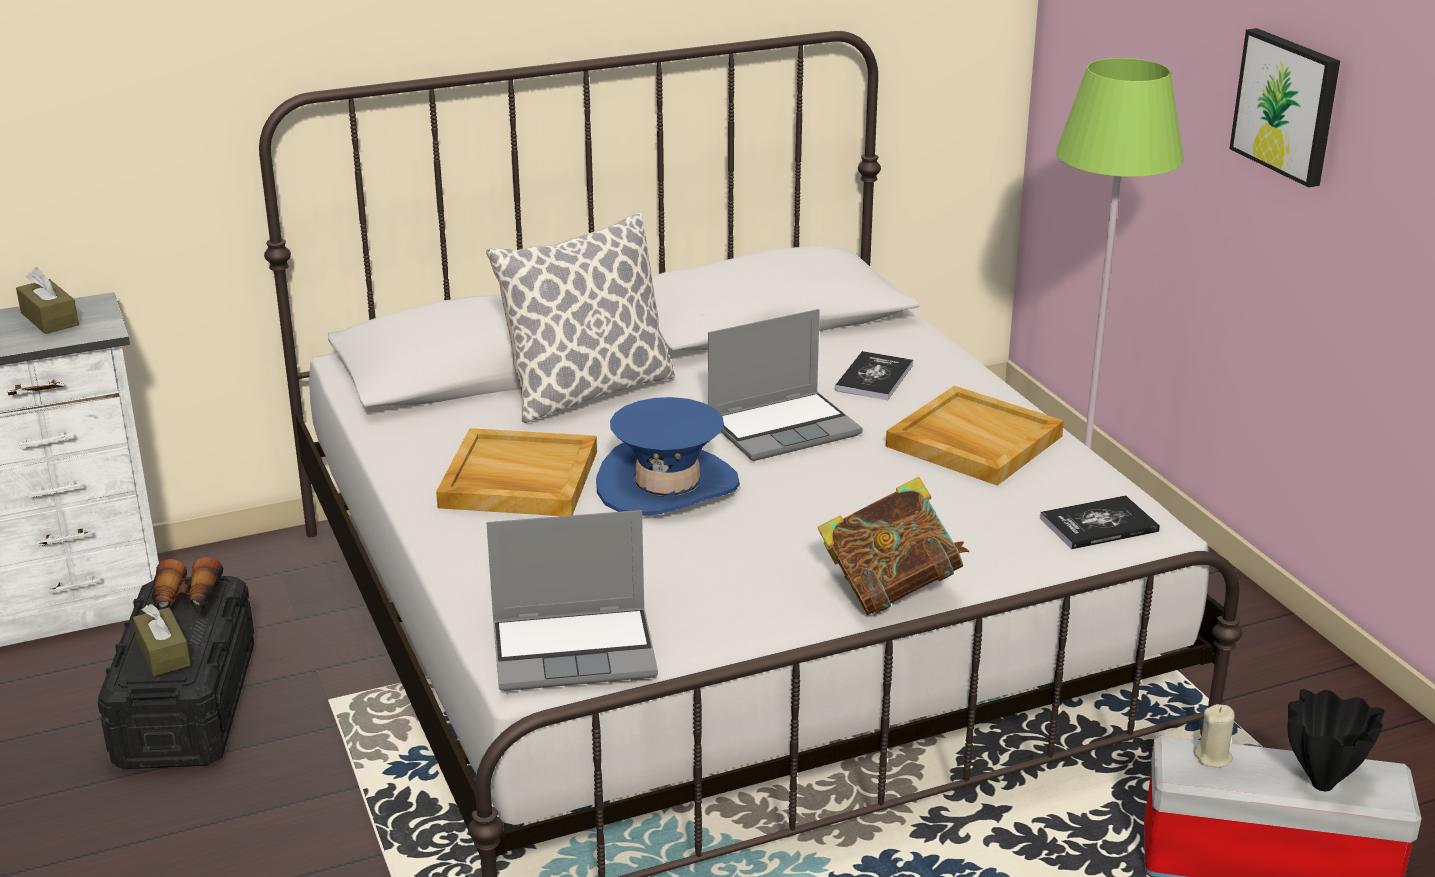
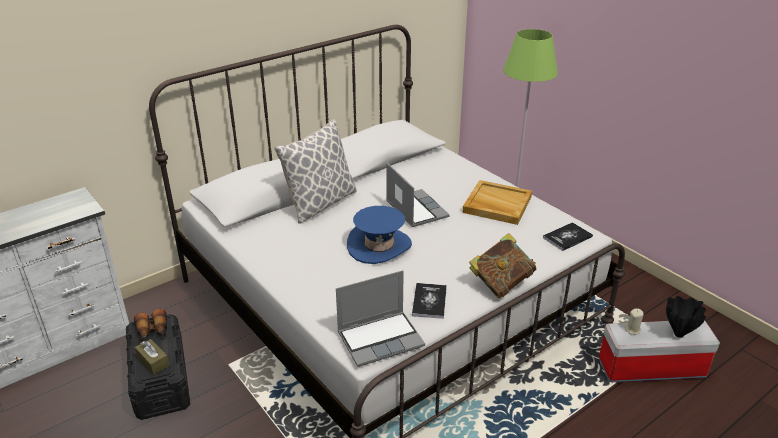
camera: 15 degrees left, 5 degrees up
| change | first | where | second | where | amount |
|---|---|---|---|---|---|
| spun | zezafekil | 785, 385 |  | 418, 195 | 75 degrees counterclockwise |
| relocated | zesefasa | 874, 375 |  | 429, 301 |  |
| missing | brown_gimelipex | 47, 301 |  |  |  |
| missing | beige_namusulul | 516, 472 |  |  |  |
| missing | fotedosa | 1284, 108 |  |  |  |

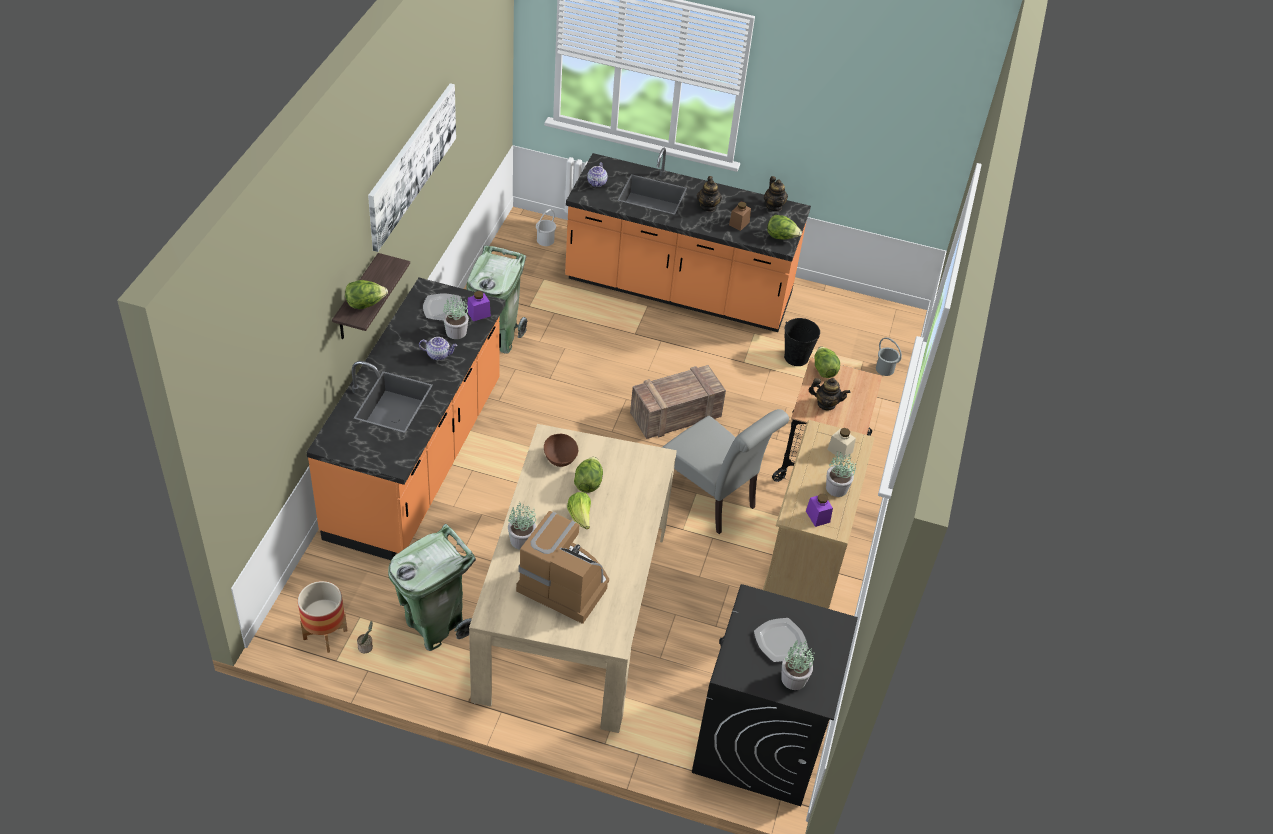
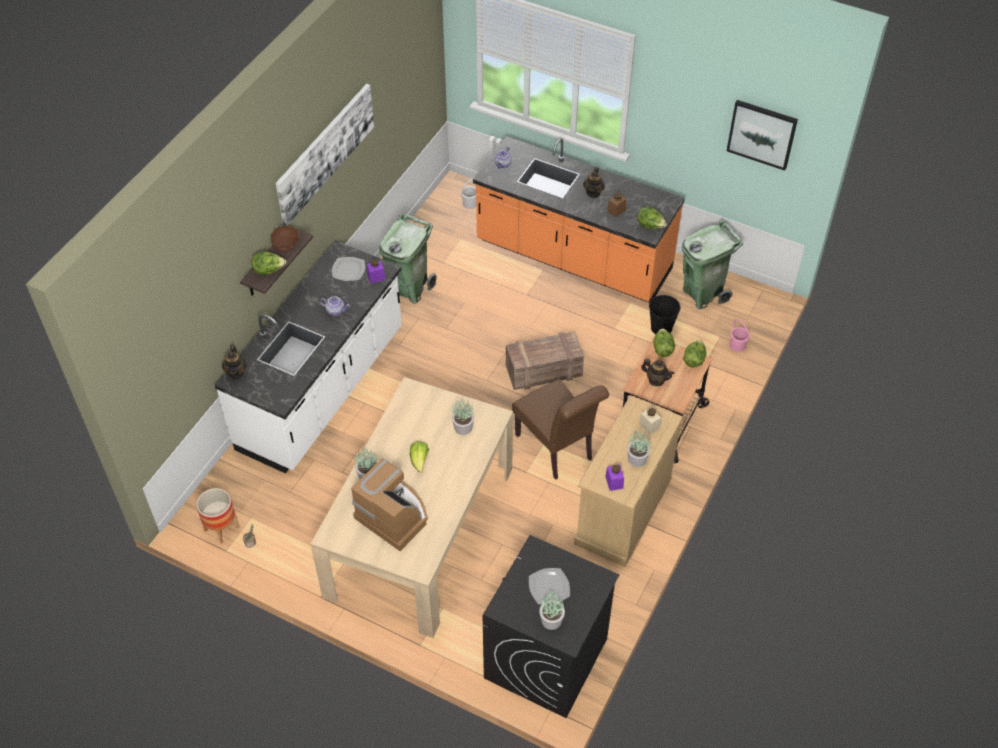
camera: 15 degrees right, 5 degrees up
| change | first | where | second | where | amount |
|---|---|---|---|---|---|
| colour | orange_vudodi | 406, 419 | white_vudodi | 308, 357 |  |
| relocated | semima | 776, 194 |  | 234, 362 |  |
| relocated | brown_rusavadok | 561, 450 |  | 285, 238 |  |
| relocated | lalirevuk | 456, 316 |  | 463, 417 |  |
| colour | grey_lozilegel | 725, 471 | brown_lozilegel | 560, 429 |  |
| relocated | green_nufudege | 432, 587 |  | 712, 264 |  |
| relocated | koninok | 588, 474 |  | 694, 354 |  |
| appeared |  |  | fotedosa | 762, 135 |  |
| colour | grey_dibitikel | 889, 357 | pink_dibitikel | 740, 335 |  |

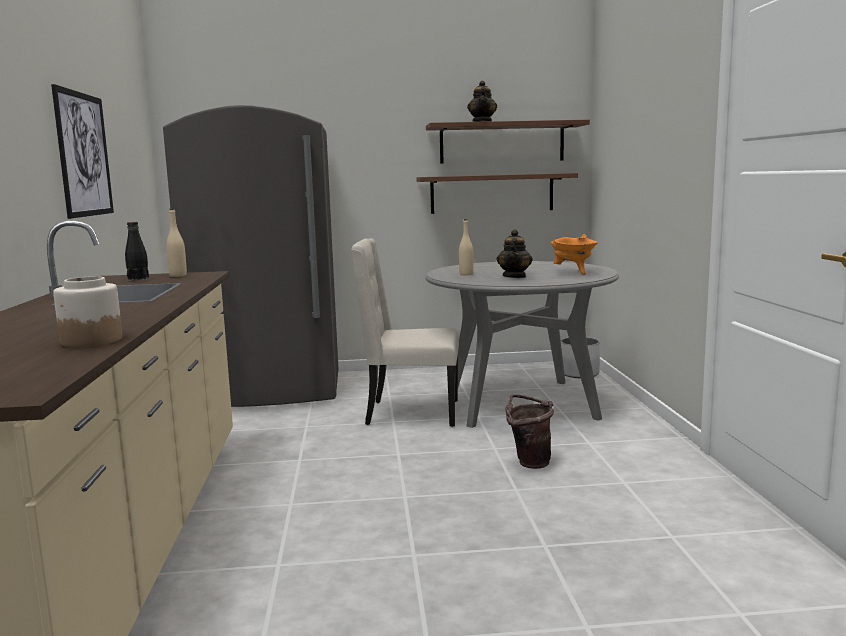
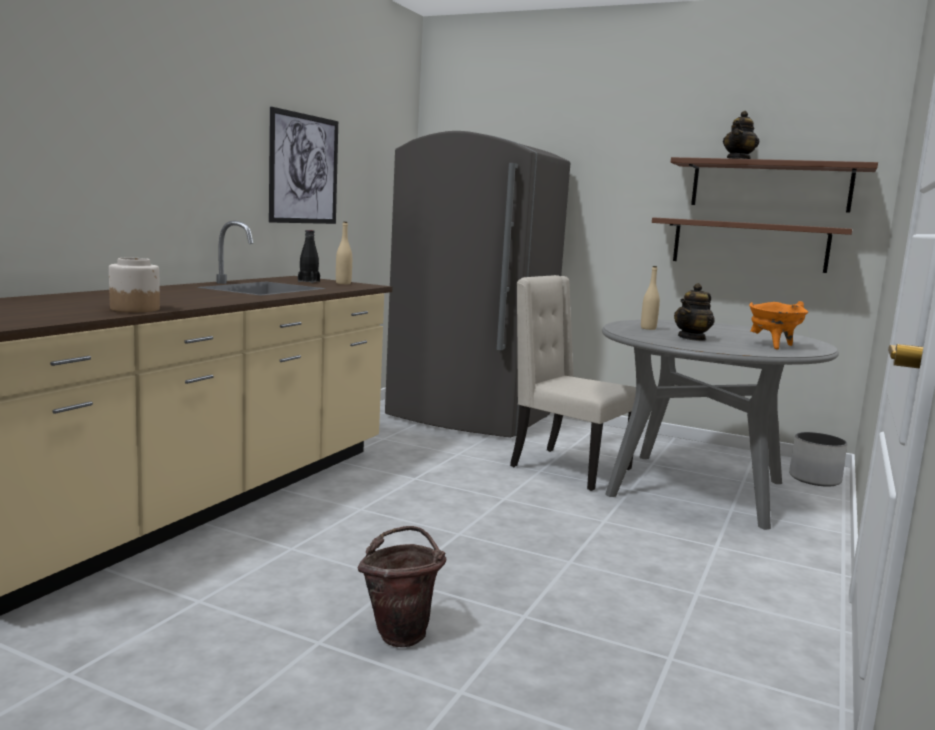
camera: 30 degrees right, 0 degrees up
| change | first | where | second | where | amount |
|---|---|---|---|---|---|
| relocated | brown_dibitikel | 530, 431 |  | 401, 586 |  |

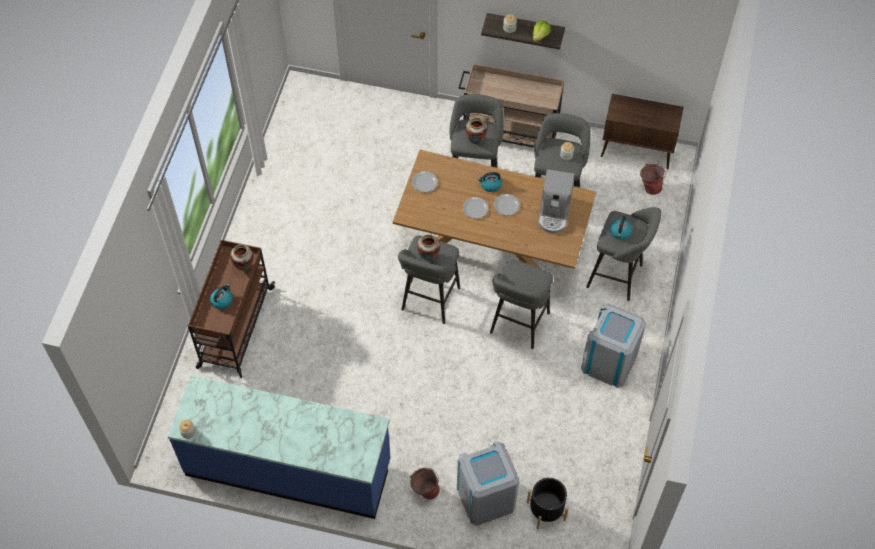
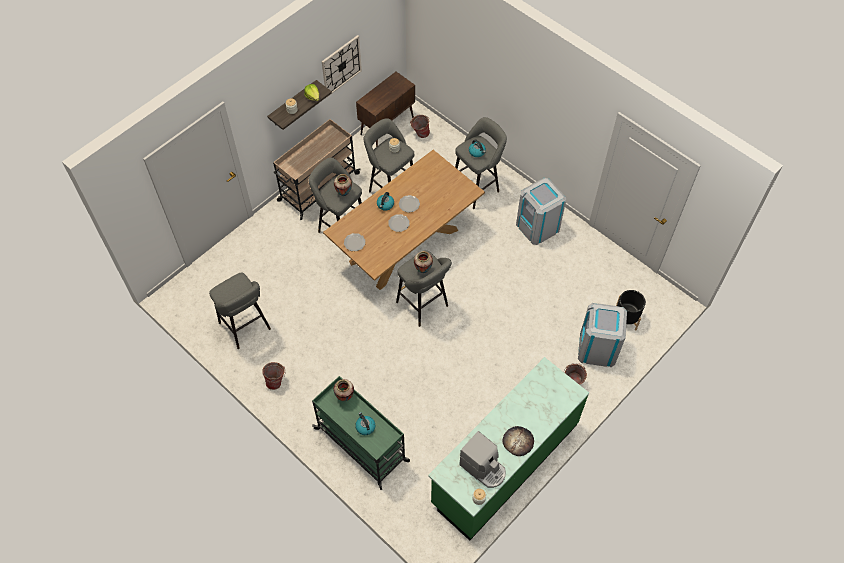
camera: 60 degrees left, 0 degrees up
| change | first | where | second | where | amount |
|---|---|---|---|---|---|
| relocated | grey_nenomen | 521, 304 |  | 240, 311 |  |
| appeared |  |  | dibitikel | 274, 376 |  |
| colour | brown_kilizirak | 231, 309 | green_kilizirak | 361, 433 |  |
| appeared |  |  | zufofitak | 342, 65 |  |
| colour | blue_vudodi | 279, 447 | green_vudodi | 508, 449 |  |
| relocated | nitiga | 556, 201 |  | 482, 459 |  |
| appeared |  |  | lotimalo | 518, 441 |  |

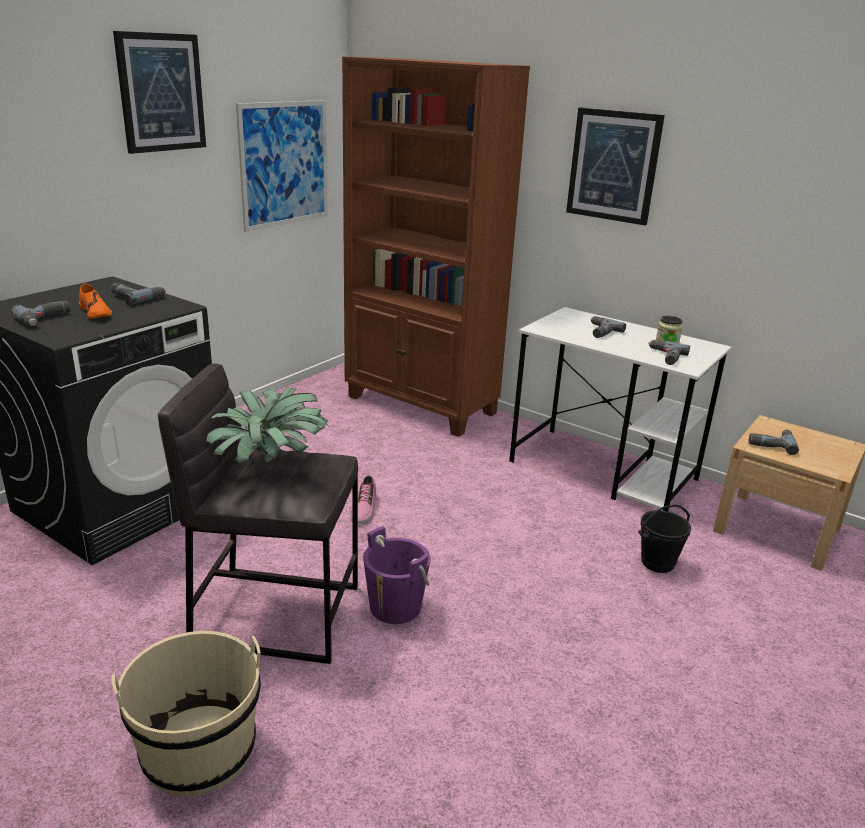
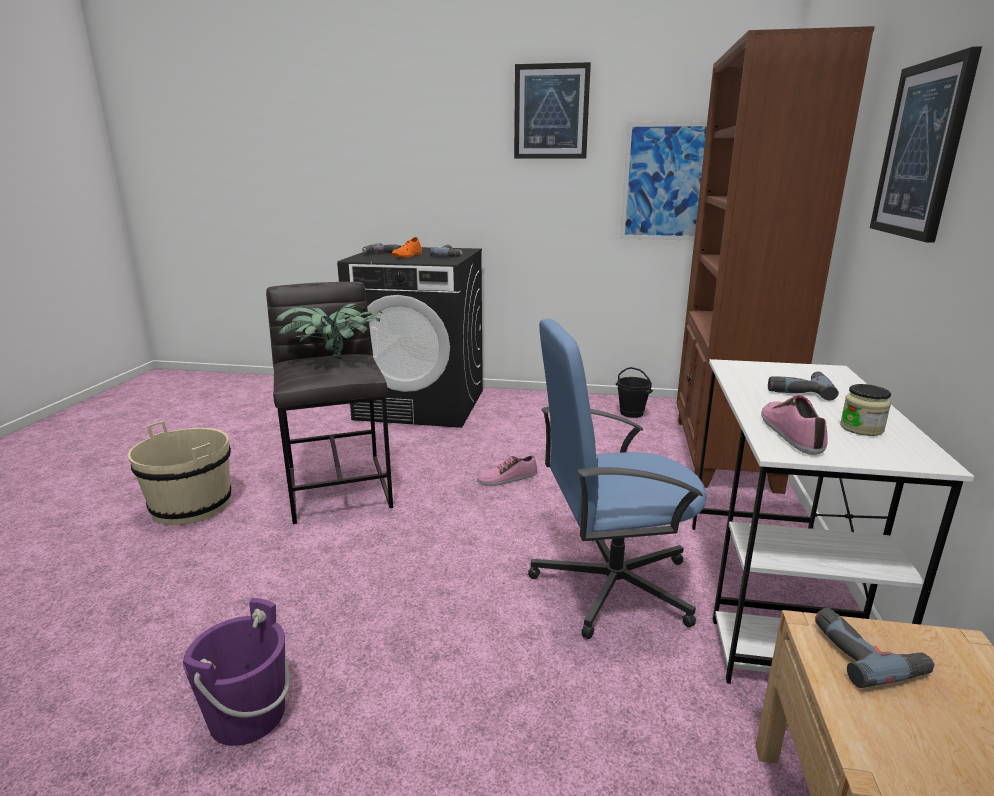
camera: 65 degrees right, 5 degrees down
| change | first | where | second | where | amount |
|---|---|---|---|---|---|
| relocated | purple_dibitikel | 396, 575 |  | 236, 672 |  |
| appeared |  |  | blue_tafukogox | 617, 478 |  |
| relocated | black_dibitikel | 664, 538 |  | 634, 392 |  |
| exchanged | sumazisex | 669, 352 | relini | 794, 425 |  |

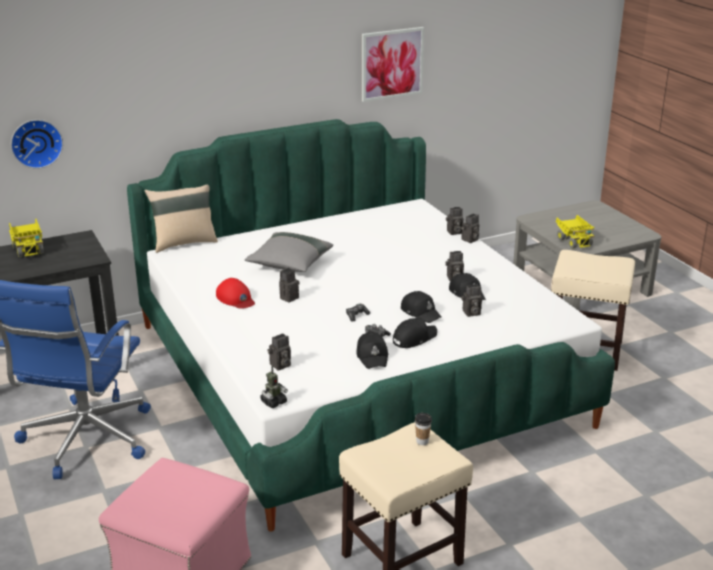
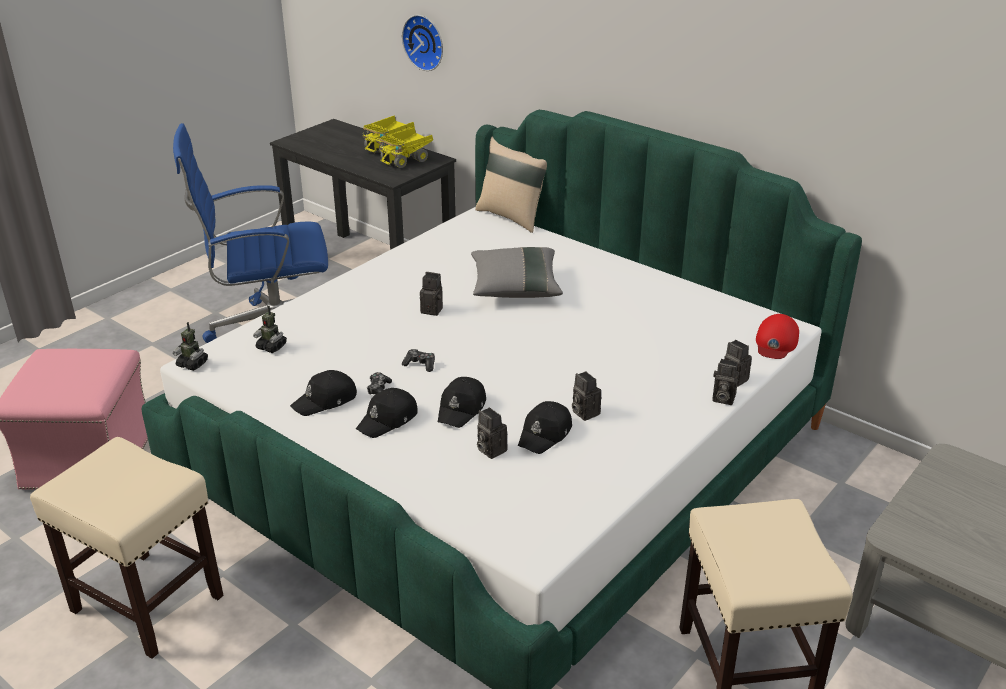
camera: 65 degrees right, 5 degrees up
| change | first | where | second | where | amount |
|---|---|---|---|---|---|
| exchanged | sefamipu | 279, 351 | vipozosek | 270, 329 |  |
| spun | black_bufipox | 415, 332 |  | 387, 413 | 105 degrees clockwise |
| relocated | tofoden | 575, 232 |  | 406, 147 |  |
| relocated | red_bufipox | 235, 293 |  | 777, 336 |  |
| missing | fotedosa | 393, 64 |  |  |  |
| missing | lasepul | 423, 429 |  |  |  |

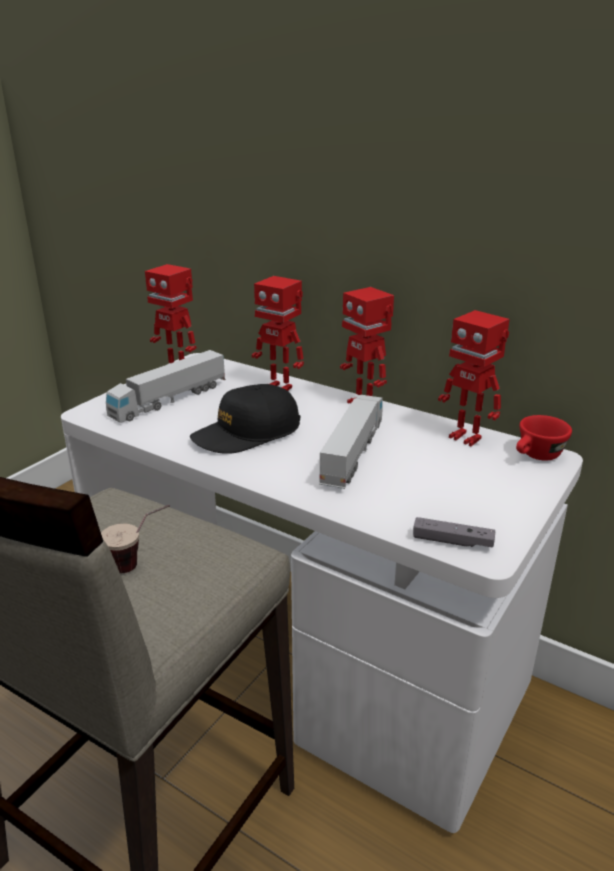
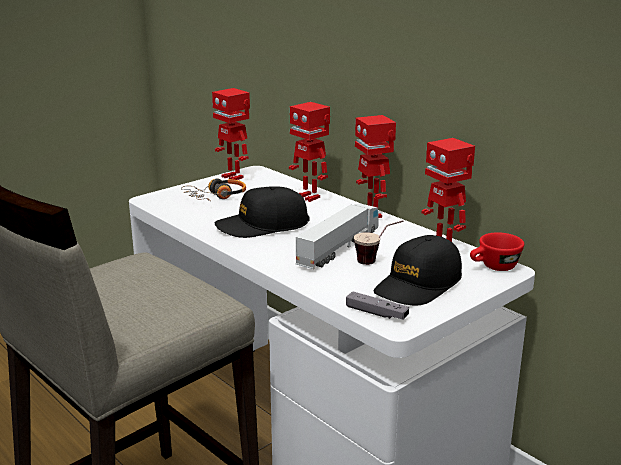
camera: 15 degrees right, 5 degrees down
| change | first | where | second | where | amount |
|---|---|---|---|---|---|
| exchanged | tofoden | 166, 386 | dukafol | 213, 189 |  |
| relocated | lasepul | 135, 539 |  | 379, 243 |  |
| appeared |  |  | black_bufipox | 418, 270 |  |

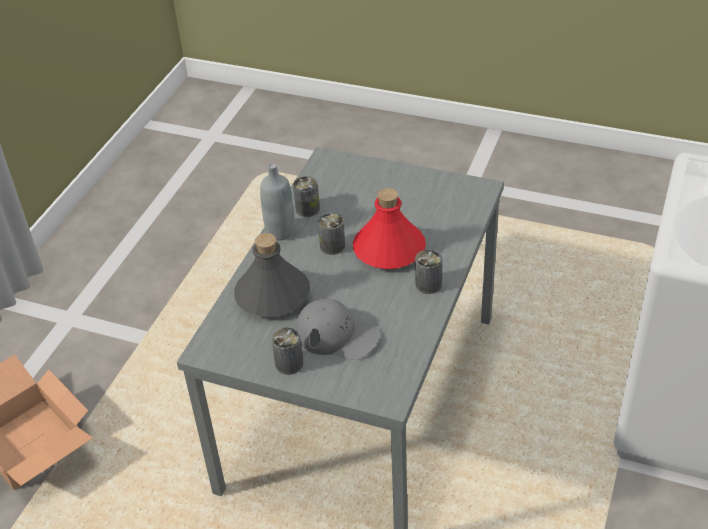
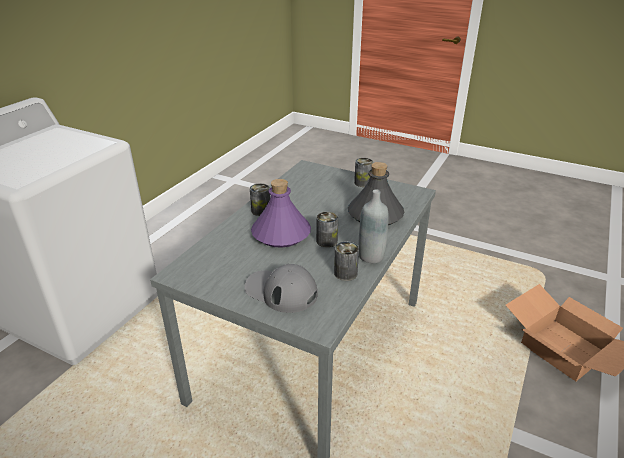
camera: 175 degrees left, 10 degrees down
| change | first | where | second | where | amount |
|---|---|---|---|---|---|
| relocated | grey_bufipox | 337, 329 |  | 281, 288 |  |
| colour | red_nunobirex | 389, 228 | purple_nunobirex | 281, 213 |  |

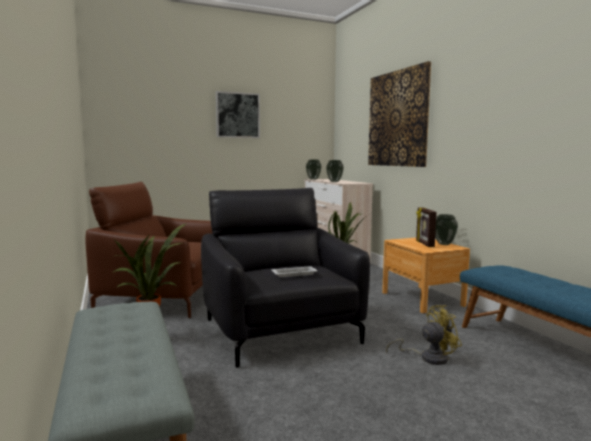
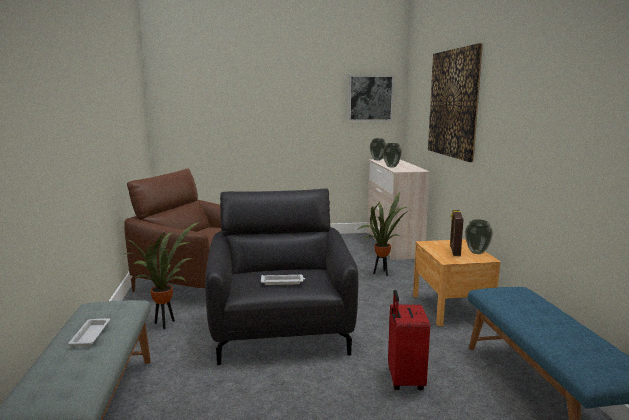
camera: 15 degrees right, 5 degrees up
| change | first | where | second | where | amount |
|---|---|---|---|---|---|
| appeared |  |  | white_namusulul | 89, 332 |  |
| relocated | fotedosa | 238, 114 |  | 371, 98 |  |
| exchanged | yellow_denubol | 424, 335 | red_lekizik | 409, 340 |  |

